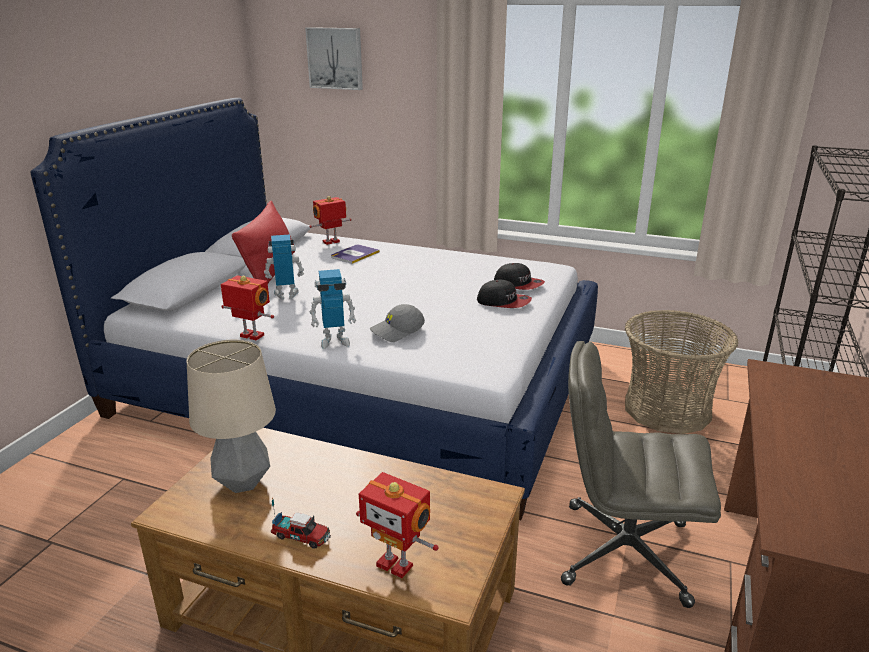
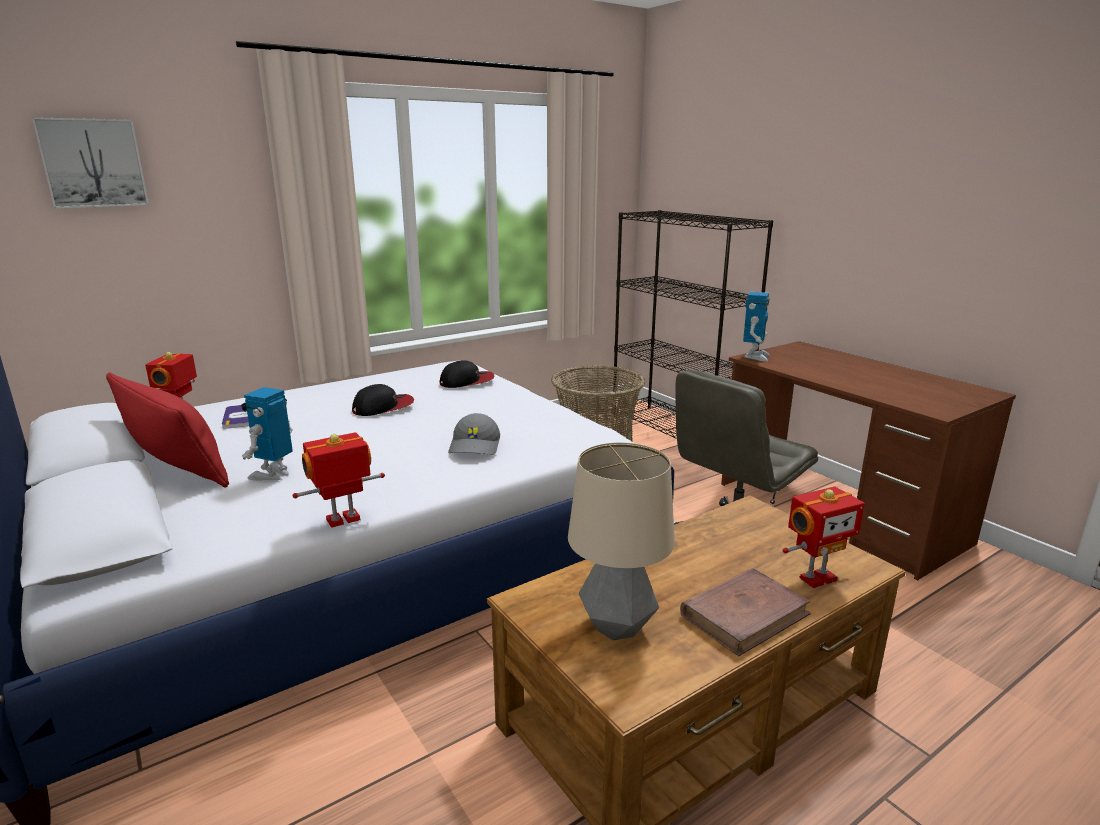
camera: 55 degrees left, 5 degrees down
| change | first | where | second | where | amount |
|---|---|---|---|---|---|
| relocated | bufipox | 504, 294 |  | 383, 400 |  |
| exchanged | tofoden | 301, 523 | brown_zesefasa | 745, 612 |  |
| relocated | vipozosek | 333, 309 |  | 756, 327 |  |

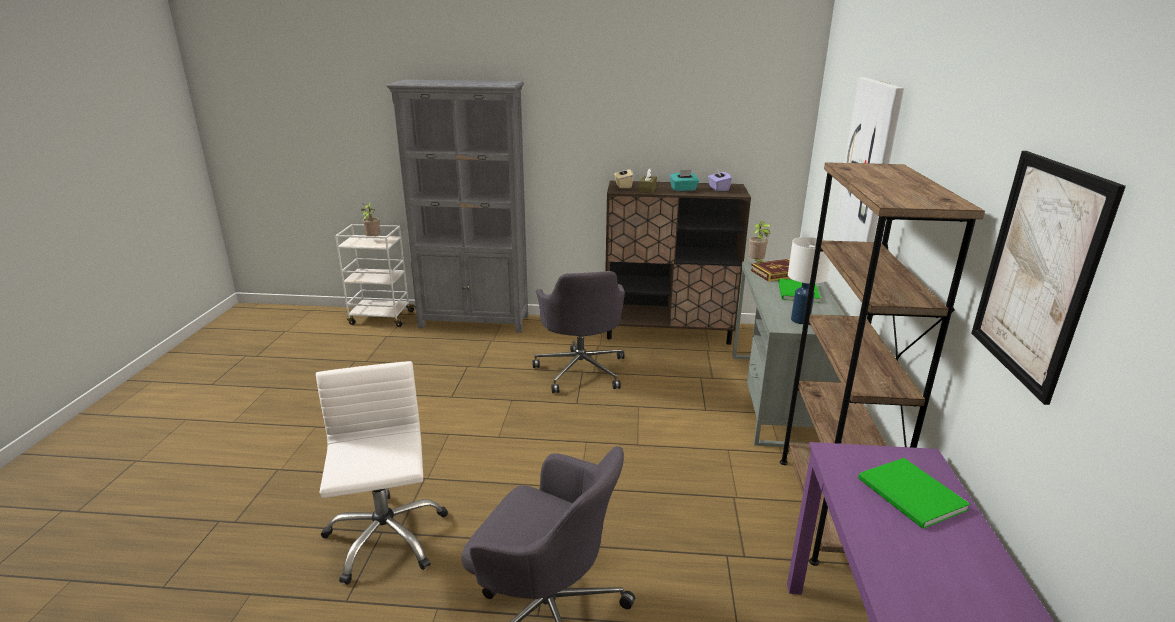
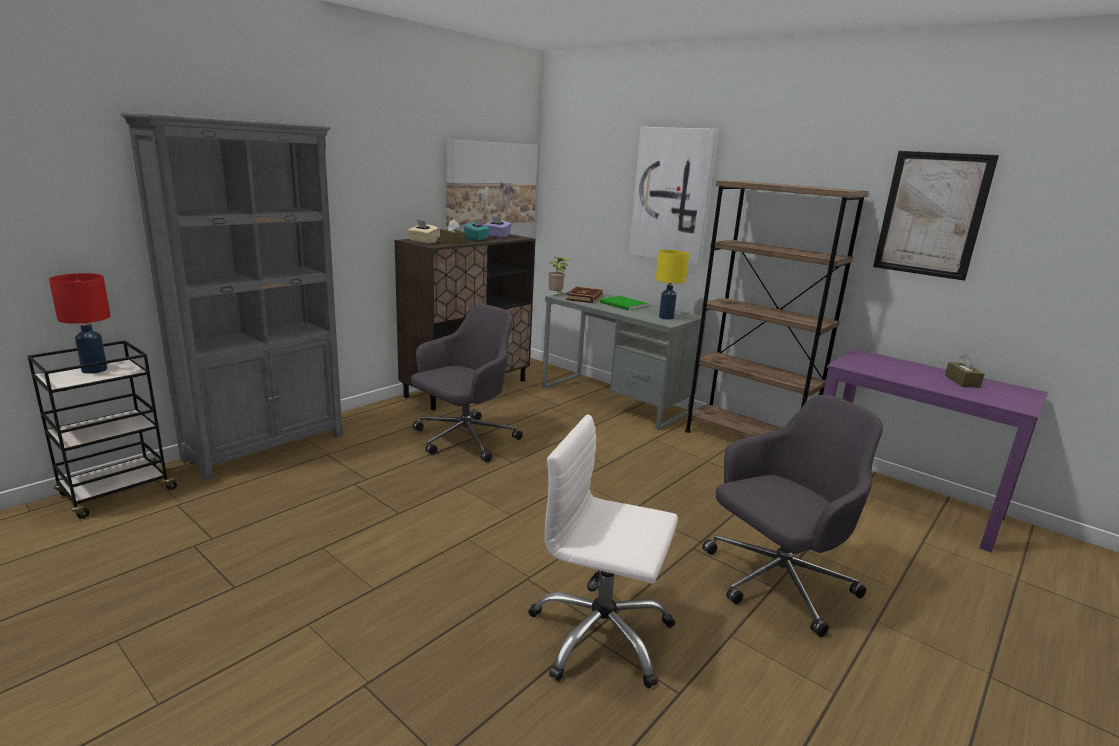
camera: 55 degrees left, 5 degrees down
| change | first | where | second | where | amount |
|---|---|---|---|---|---|
| colour | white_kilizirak | 375, 275 | black_kilizirak | 104, 429 |  |
| exchanged | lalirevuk | 370, 219 | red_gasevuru | 80, 323 |  |
| spun | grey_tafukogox | 578, 332 |  | 467, 383 | 75 degrees counterclockwise |
| appeared |  |  | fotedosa | 492, 182 |  |
| colour | white_gasevuru | 809, 280 | yellow_gasevuru | 672, 285 |  |
| appeared |  |  | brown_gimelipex | 965, 371 |  |
| missing | green_zesefasa | 914, 493 |  |  |  |

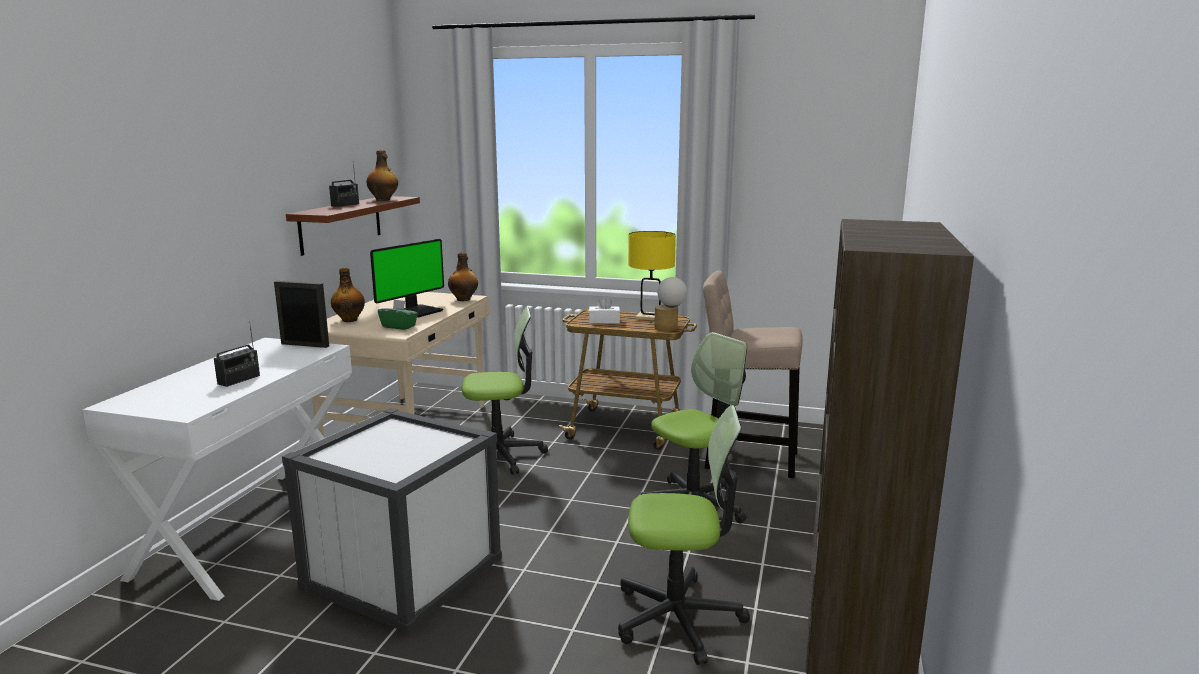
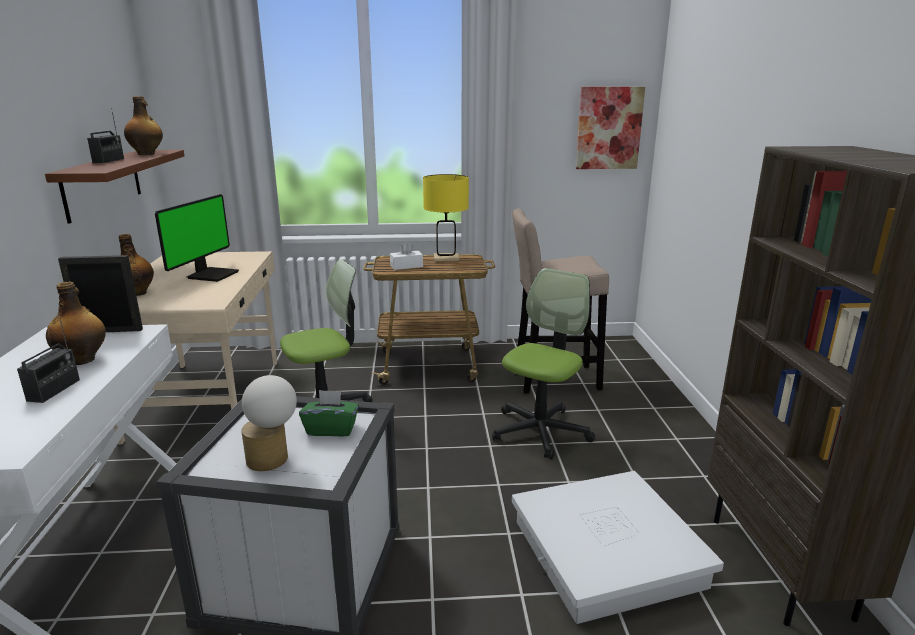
camera: 20 degrees left, 5 degrees up
| change | first | where | second | where | amount |
|---|---|---|---|---|---|
| relocated | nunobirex | 463, 276 |  | 76, 323 |  |
| relocated | gasevuru | 670, 304 |  | 269, 423 |  |
| relocated | green_gimelipex | 398, 314 |  | 329, 413 |  |
| exchanged | tafukogox | 684, 535 | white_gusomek | 618, 547 |  |
| appeared |  |  | fotedosa | 610, 128 |  |

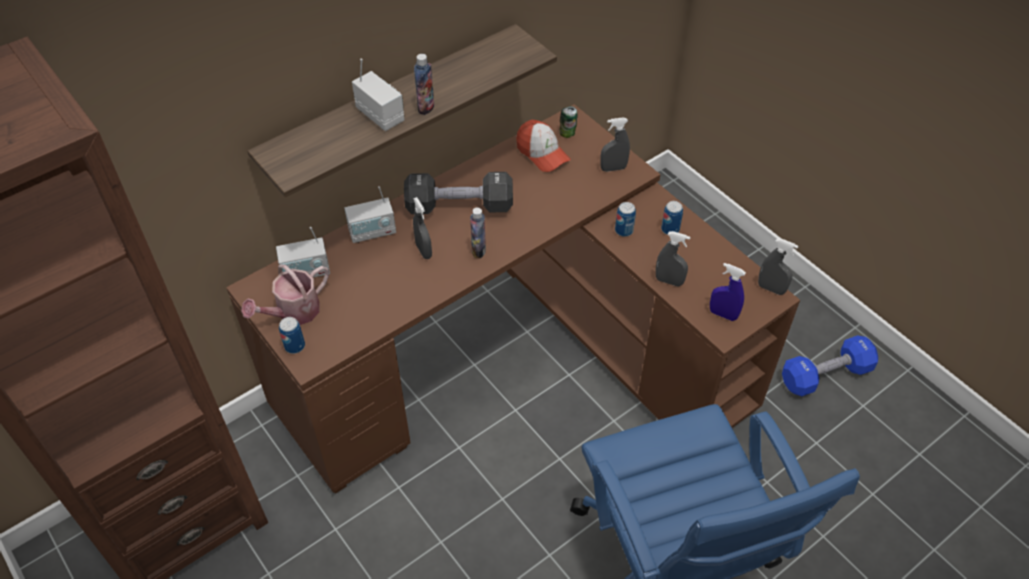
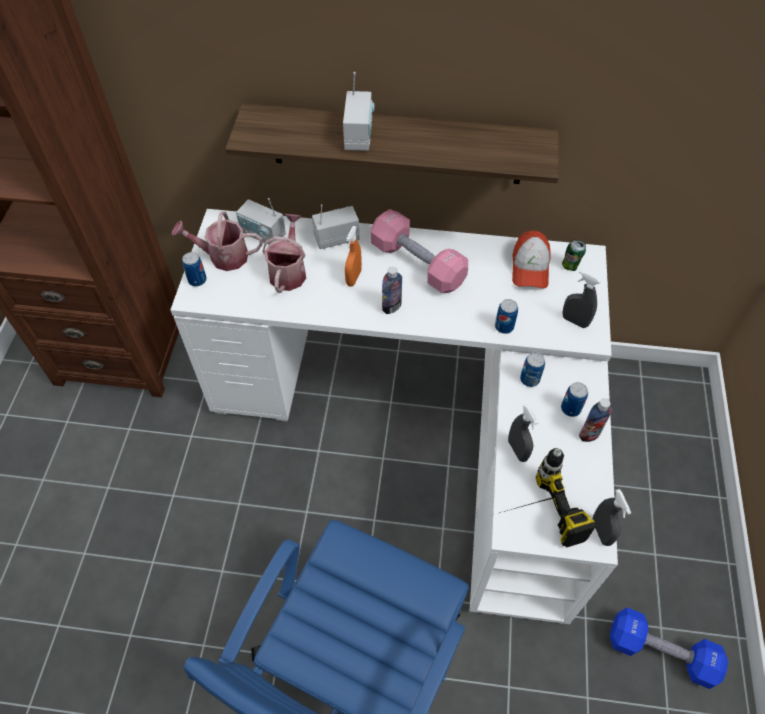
camera: 45 degrees right, 5 degrees up
| change | first | where | second | where | amount |
|---|---|---|---|---|---|
| colour | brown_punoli | 513, 298 | white_punoli | 394, 416 |  |
| appeared |  |  | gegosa | 284, 253 |  |
| spun | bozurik | 370, 214 |  | 336, 226 | 135 degrees clockwise |
| colour | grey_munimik | 422, 228 | orange_munimik | 353, 256 |  |
| colour | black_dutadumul | 458, 193 | pink_dutadumul | 419, 251 |  |
| appeared |  |  | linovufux | 506, 316 |  |
| exchanged | blue_munimik | 728, 292 | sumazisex | 548, 497 |  |
| relocated | nunobirex | 424, 84 |  | 596, 420 |  |

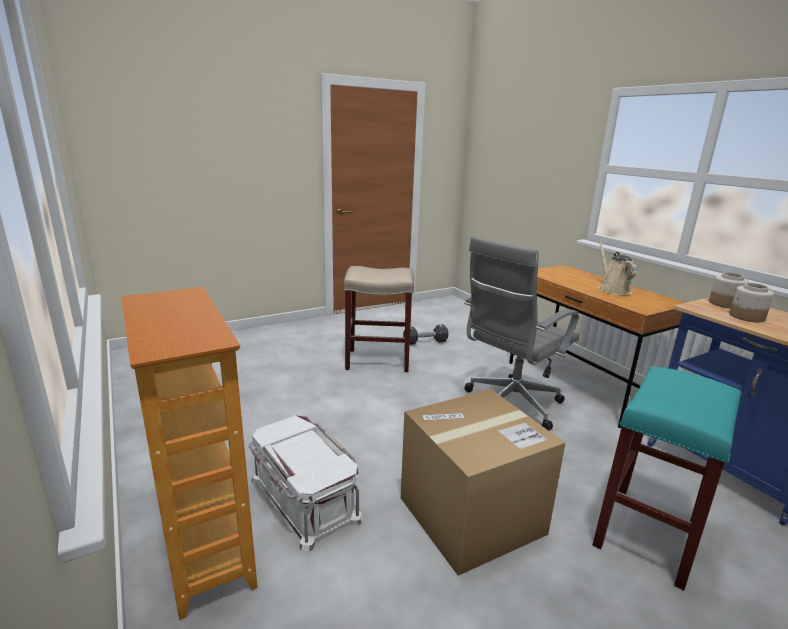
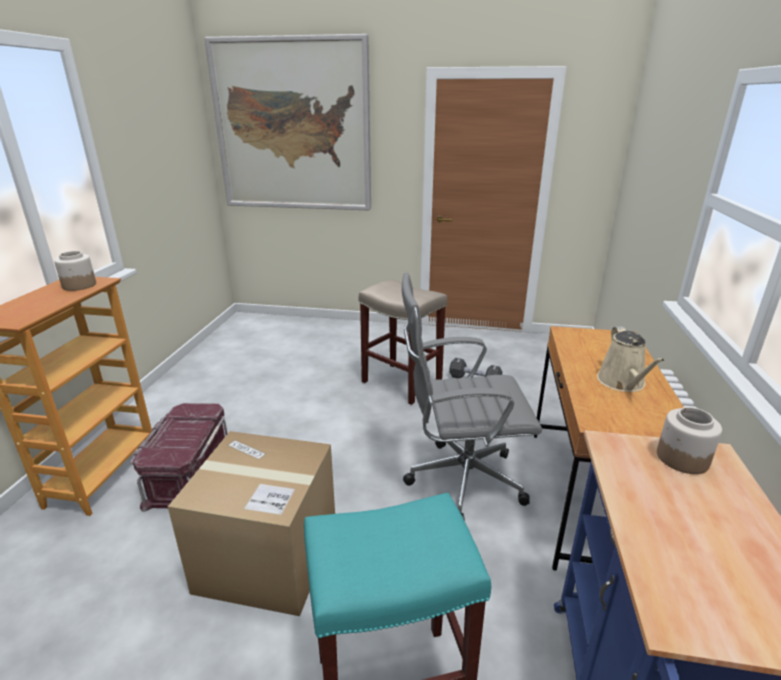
camera: 40 degrees right, 5 degrees up
| change | first | where | second | where | amount |
|---|---|---|---|---|---|
| relocated | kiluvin | 751, 302 |  | 75, 271 |  |
| colour | white_gusomek | 306, 483 | red_gusomek | 179, 457 |  |
| appeared |  |  | fotedosa | 287, 122 |  |
| spun | beige_gegosa | 617, 268 |  | 631, 359 | 150 degrees clockwise |

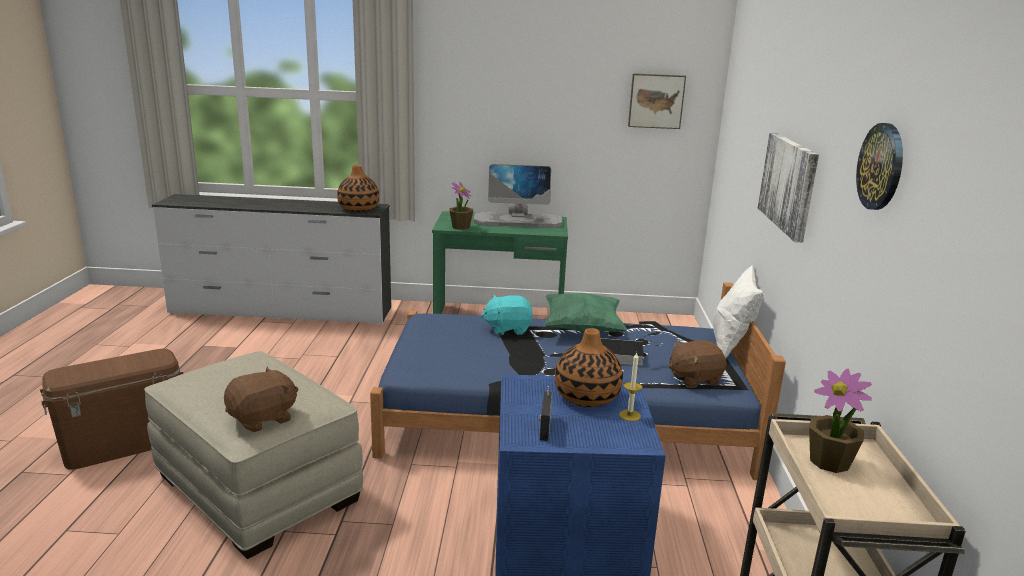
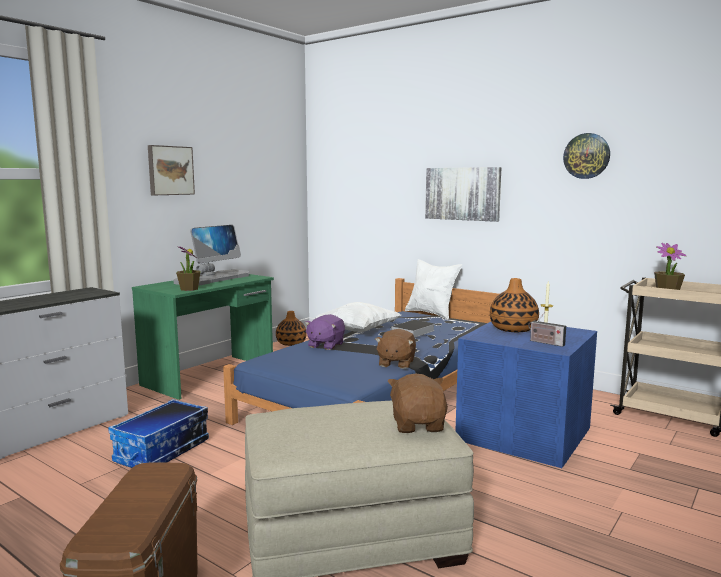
camera: 55 degrees left, 10 degrees down
| change | first | where | second | where | amount |
|---|---|---|---|---|---|
| appeared |  |  | gusomek | 158, 433 |  |
| relocated | fotedosa | 657, 101 |  | 171, 170 |  |
| relocated | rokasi | 358, 188 |  | 291, 328 |  |
| colour | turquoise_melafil | 507, 315 | purple_melafil | 325, 332 |  |
| colour | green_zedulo | 586, 313 | white_zedulo | 358, 317 |  |
| relocated | brown_melafil | 698, 364 |  | 395, 349 |  |

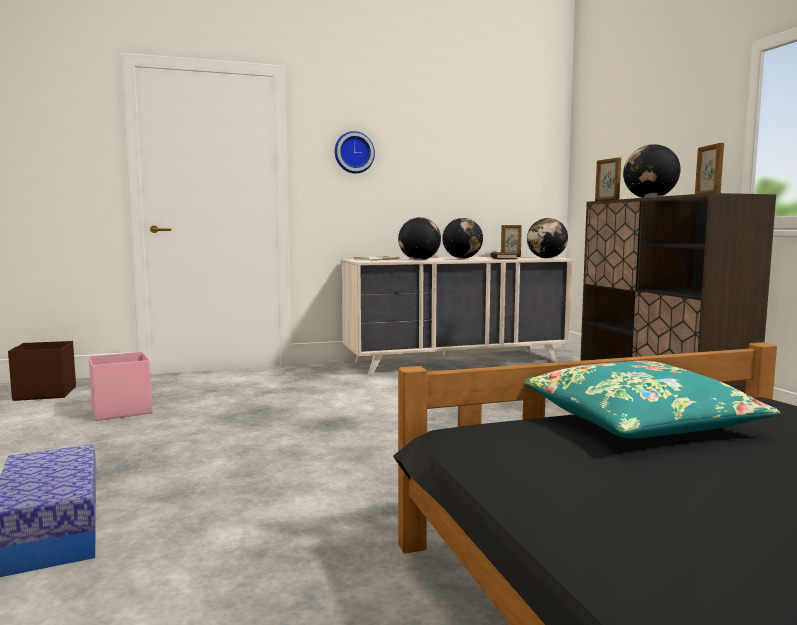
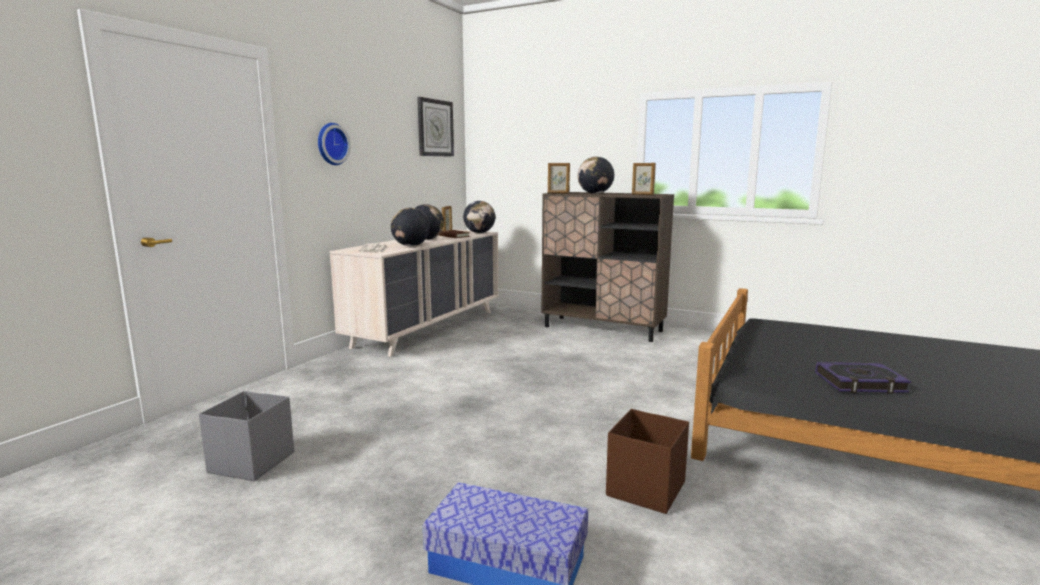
camera: 45 degrees left, 5 degrees up
| change | first | where | second | where | amount |
|---|---|---|---|---|---|
| colour | pink_gusomek | 121, 386 | grey_gusomek | 246, 436 |  |
| appeared |  |  | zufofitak | 435, 127 |  |
| relocated | brown_gusomek | 42, 371 |  | 647, 461 |  |
| appeared |  |  | zesefasa | 863, 378 |  |
| missing | turquoise_zedulo | 652, 400 |  |  |  |

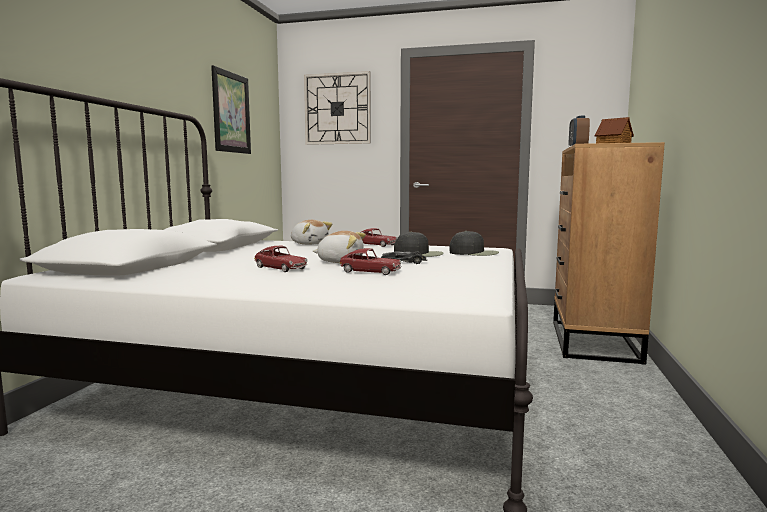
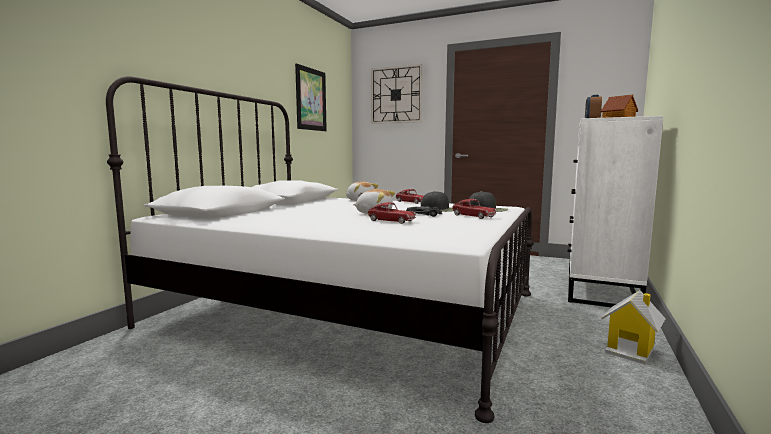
camera: 10 degrees right, 0 degrees up
| change | first | where | second | where | amount |
|---|---|---|---|---|---|
| relocated | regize | 281, 259 |  | 474, 209 |  |
| colour | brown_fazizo | 609, 253 | white_fazizo | 616, 211 |  |
| appeared |  |  | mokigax | 633, 327 |  |

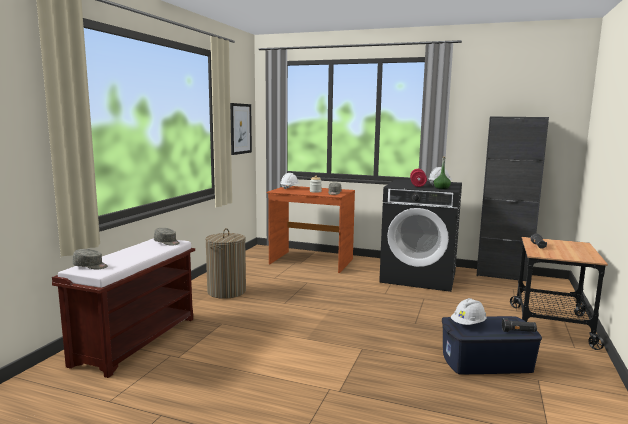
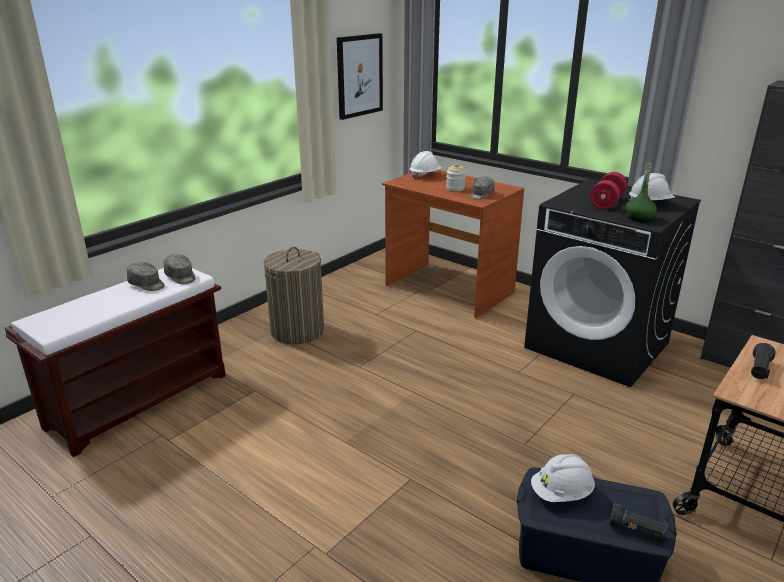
camera: 20 degrees right, 15 degrees up
| change | first | where | second | where | amount |
|---|---|---|---|---|---|
| relocated | grey_bufipox | 90, 259 |  | 146, 276 |  |

